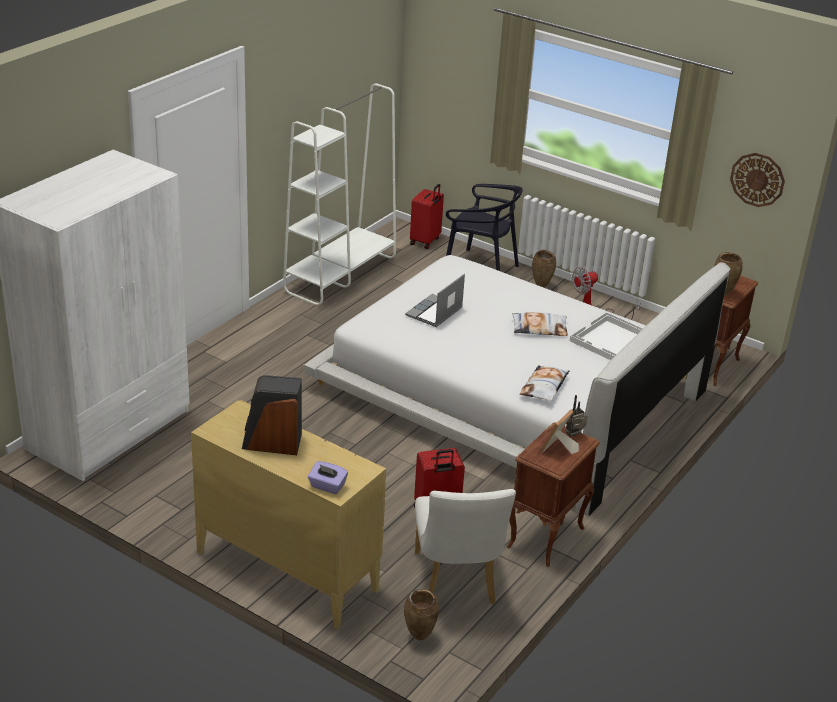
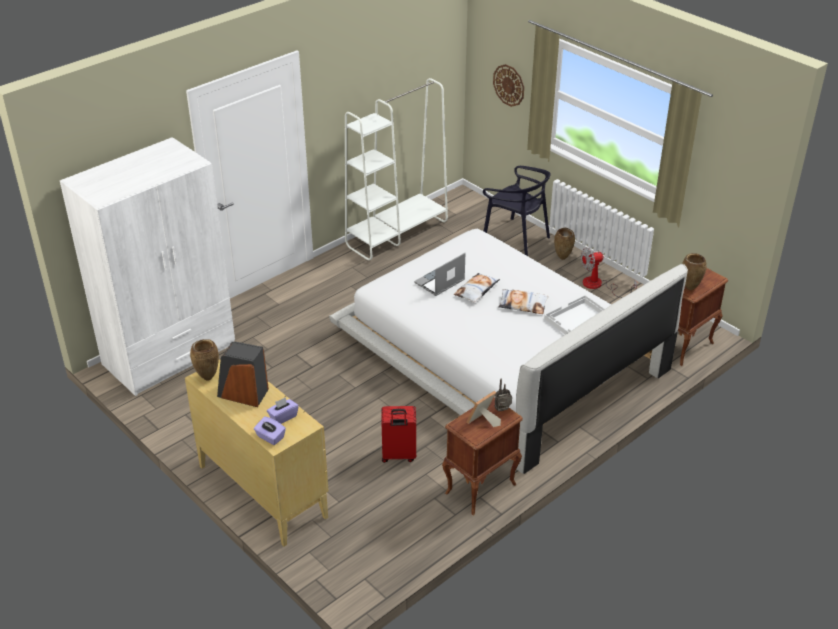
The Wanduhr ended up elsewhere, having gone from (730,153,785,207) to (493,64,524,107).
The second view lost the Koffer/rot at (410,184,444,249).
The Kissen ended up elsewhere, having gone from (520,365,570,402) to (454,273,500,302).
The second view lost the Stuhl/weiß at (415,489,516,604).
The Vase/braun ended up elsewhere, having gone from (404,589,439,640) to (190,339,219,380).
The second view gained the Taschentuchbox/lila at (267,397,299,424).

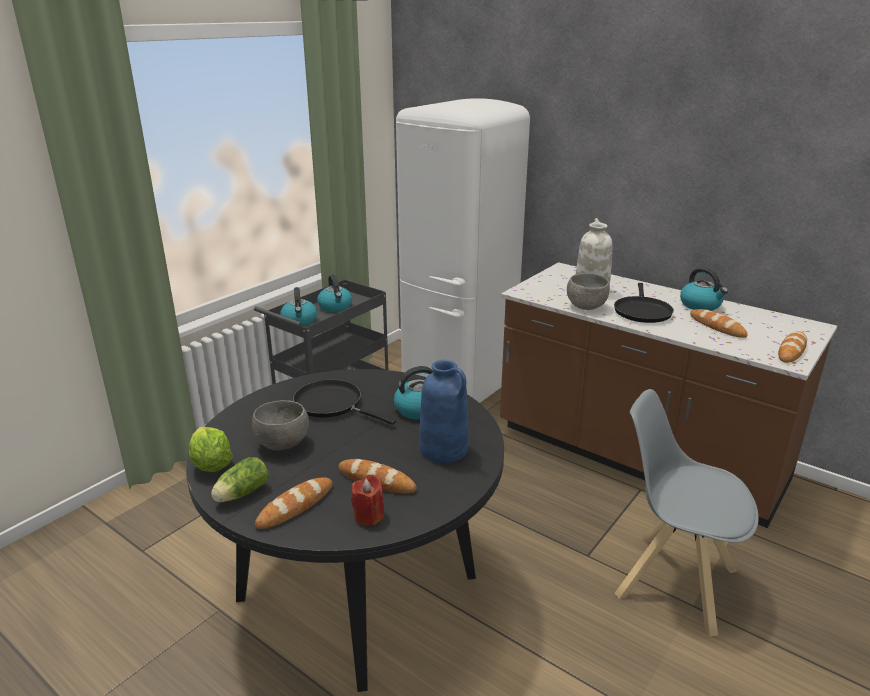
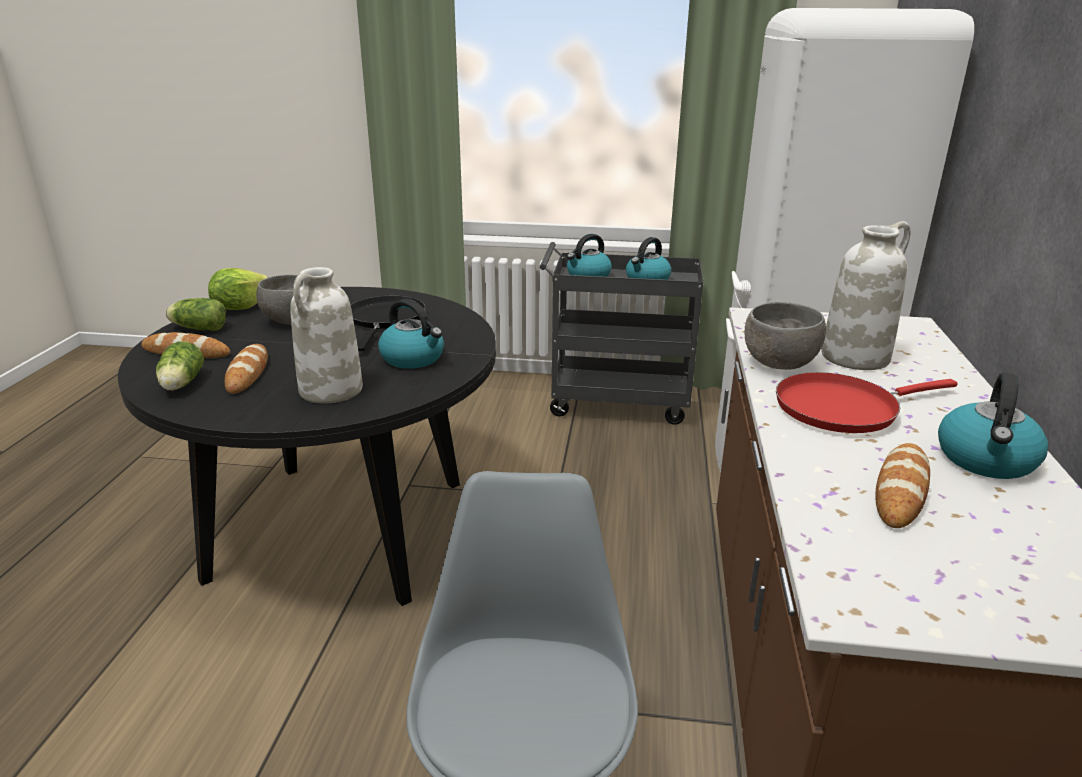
What was the Pfanne/schwarz at (614,283,674,323) turned into the Pfanne/rot at (776,372,957,433).
The second view lost the Brot at (778,331,807,363).
What was the Vase/blau at (420,360,468,463) turned into the Vase/weiß at (290,267,363,403).
Where the Kerze/rot stood at (351,474,384,526), the Salatkopf came to stand at (156,341,204,391).

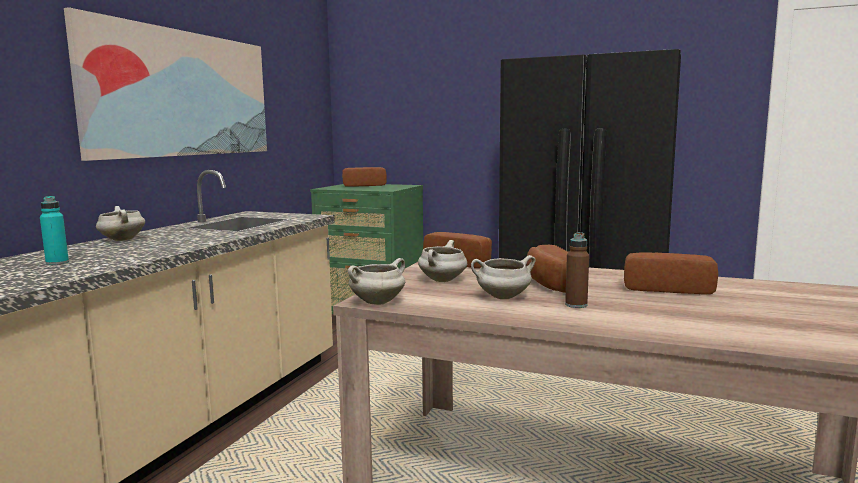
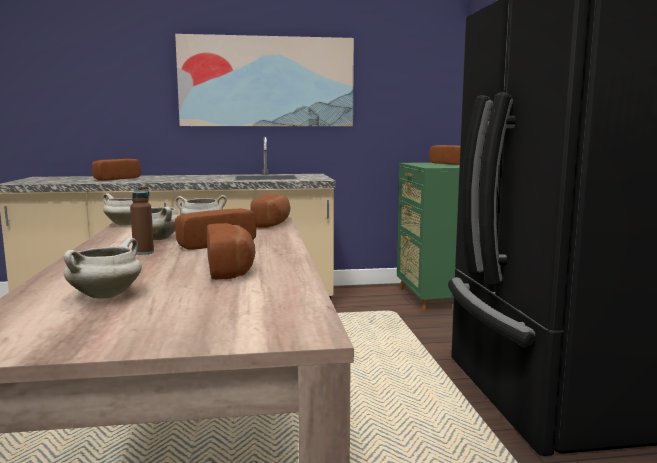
Where the Flasche/türkis stood at (40,196,69,265), the Brot came to stand at (92,159,141,181).
The Kochtopf/weiß ended up elsewhere, having gone from (96,206,145,241) to (64,238,142,299).

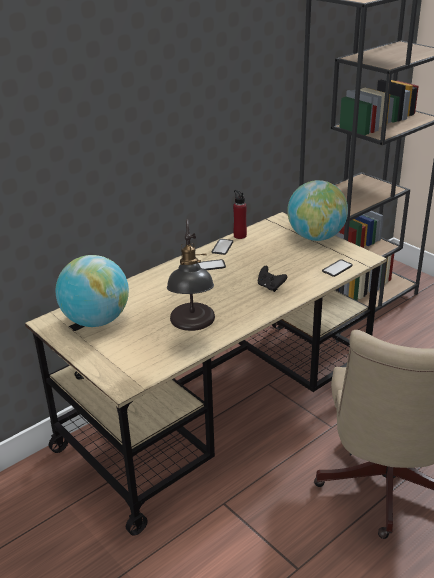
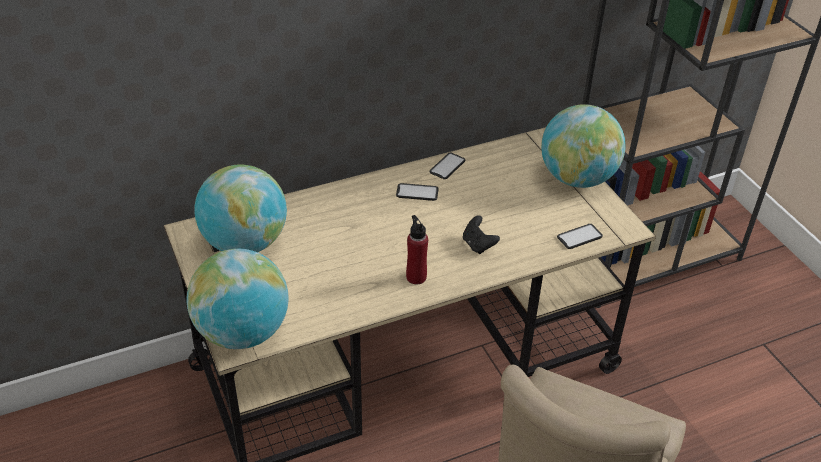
The Flasche/rot ended up elsewhere, having gone from (233,190,247,239) to (406,215,428,284).
The second view lost the Tischlampe/grau at (167,219,215,331).
The second view gained the Globus at (187,249,289,349).

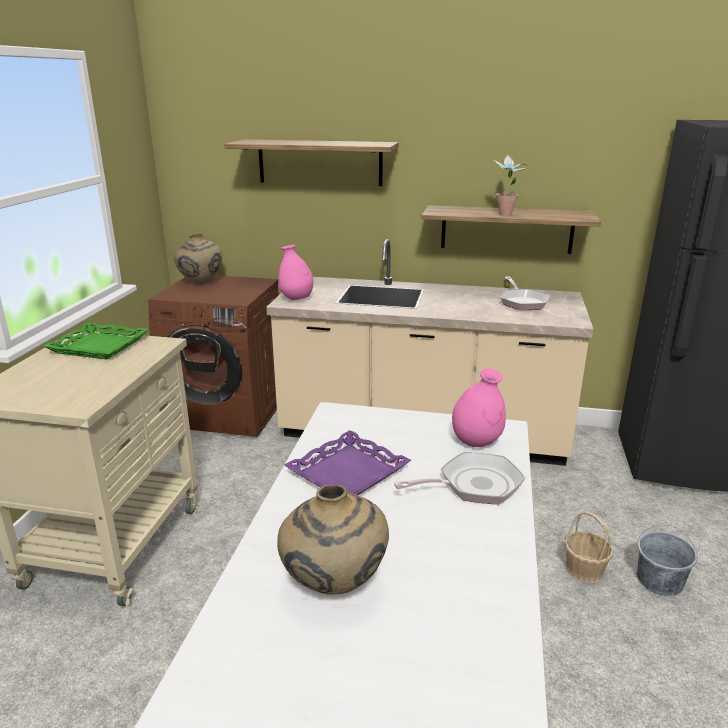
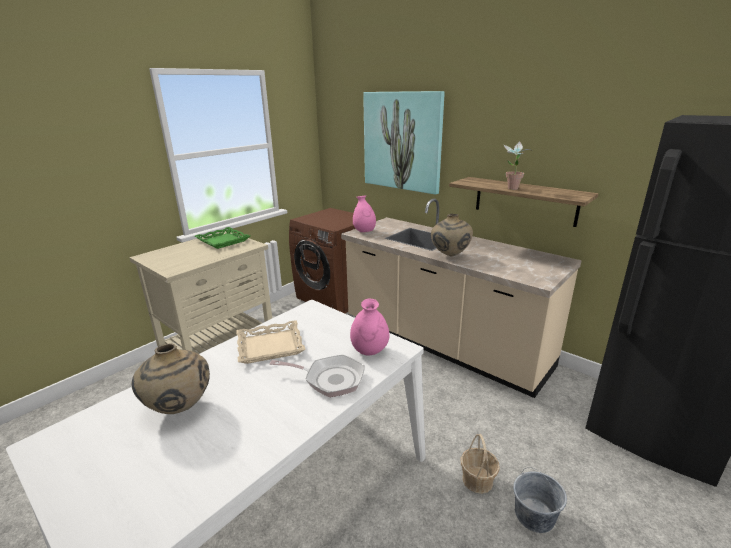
Where the Wandregal hung at (224,139,399,186), the Bild came to hang at (363,91,445,194).
The Vase/beige ended up elsewhere, having gone from (174,234,223,284) to (431,214,473,256).
The second view lost the Pfanne at (500,276,550,310).
What was the Tablett/lila at (284,430,411,495) turned into the Tablett/beige at (236,320,306,364).

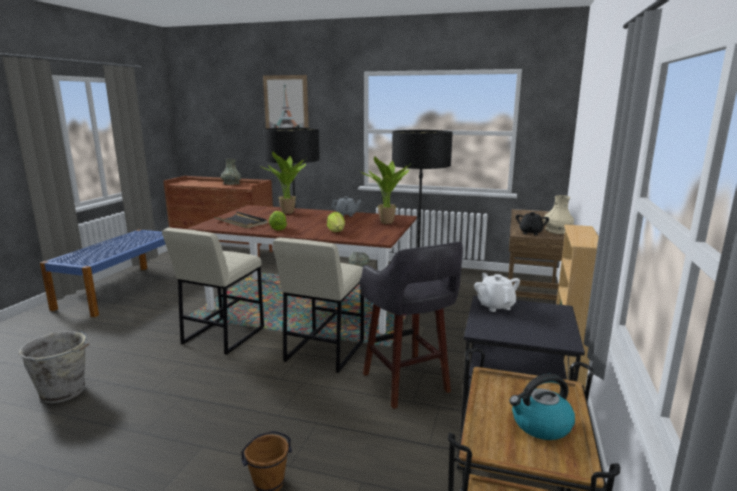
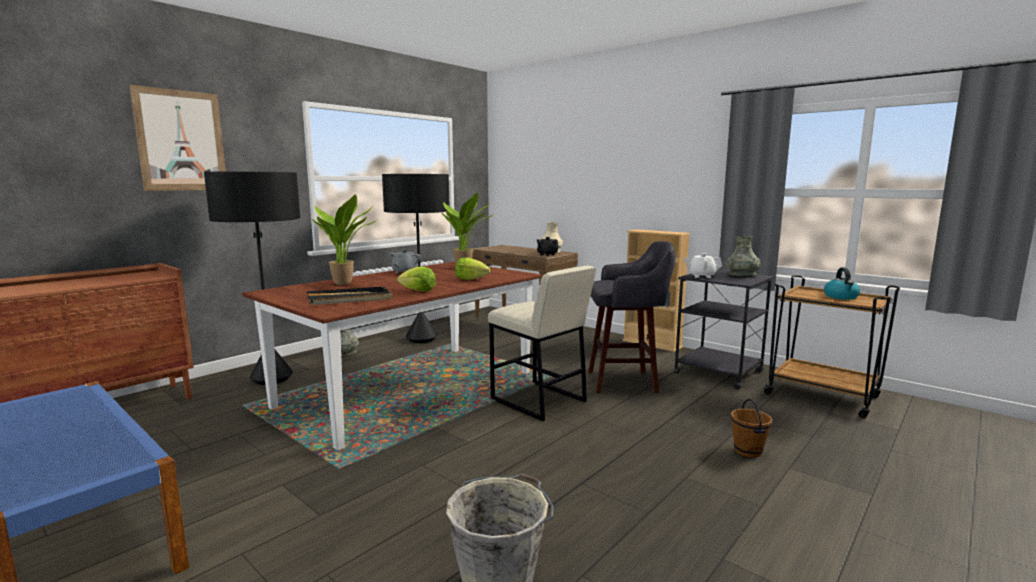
The Vase/grau ended up elsewhere, having gone from (221,159,241,185) to (726,236,761,276).
The second view lost the Stuhl/beige at (162,228,264,355).

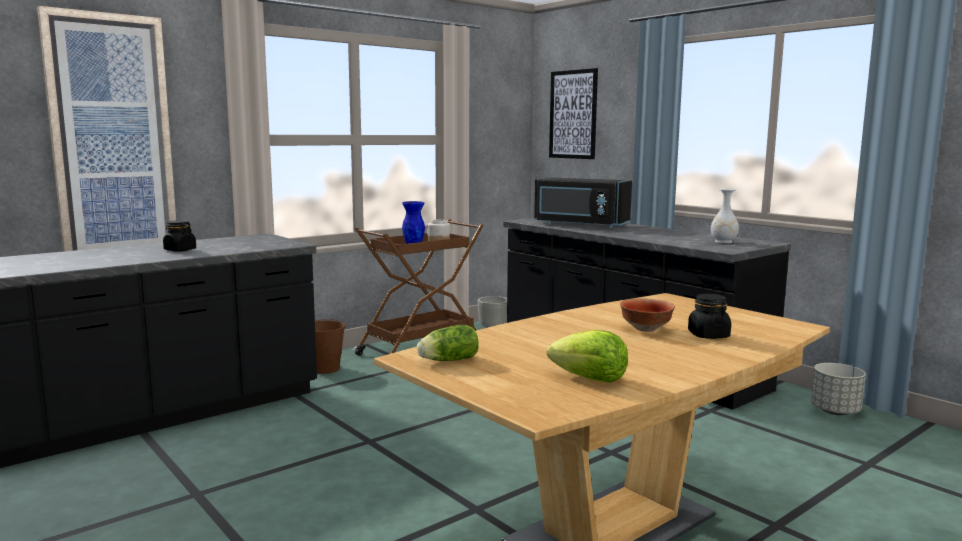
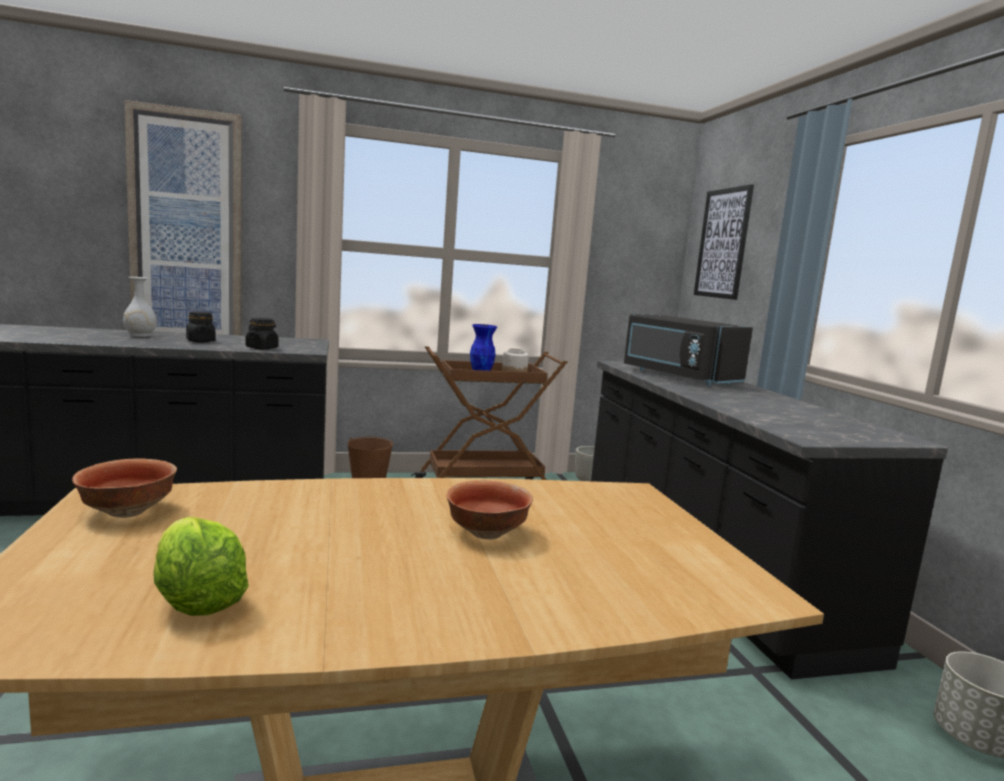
The Vase/weiß ended up elsewhere, having gone from (711,189,739,243) to (123,277,157,337).
The Vorratsglas/schwarz ended up elsewhere, having gone from (688,294,731,339) to (245,318,279,350).
Where the Salatkopf stood at (417,325,479,361), the Schüssel came to stand at (72,458,177,518).

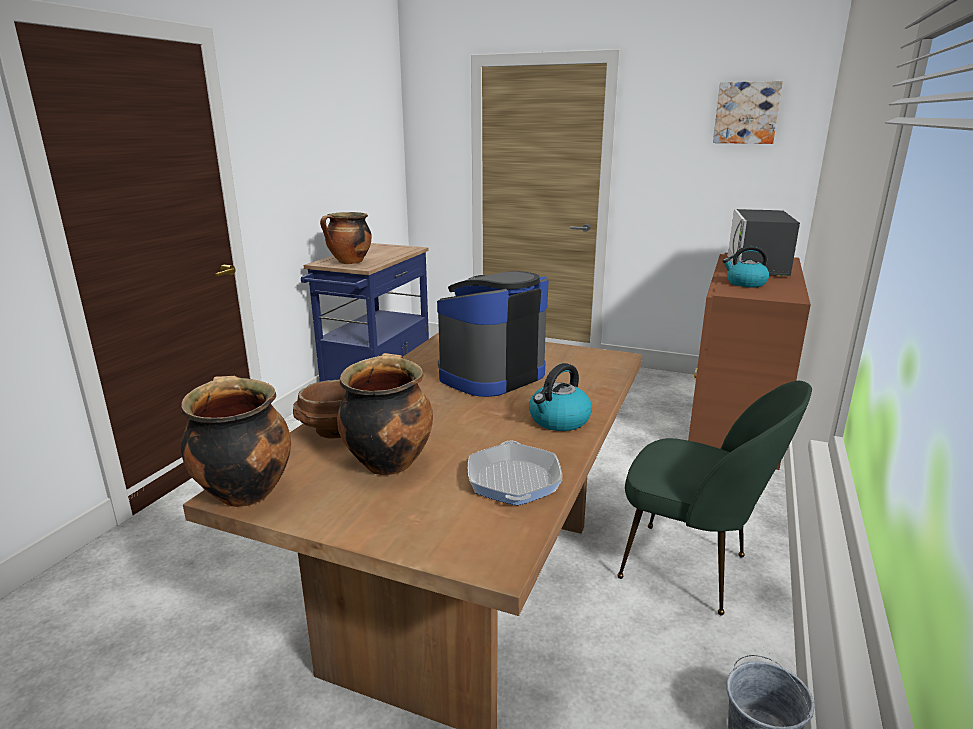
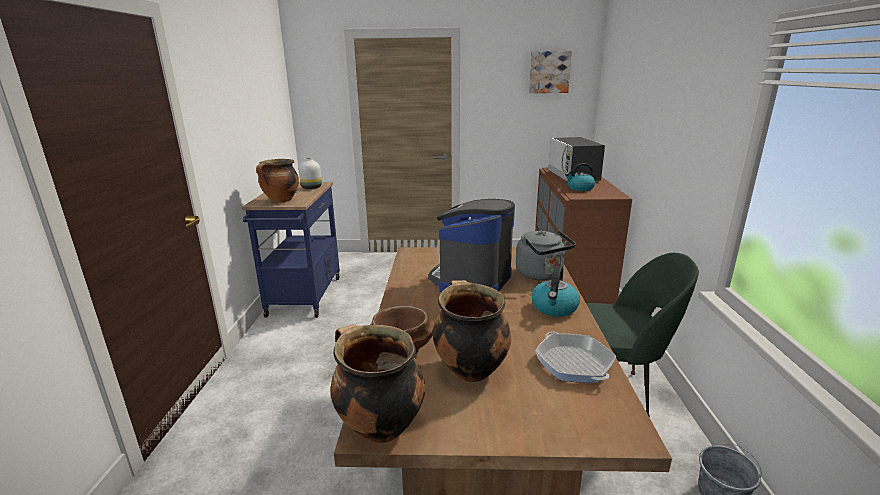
The second view gained the Vase/weiß at (299,158,322,189).
The second view gained the Wasserkessel/grau at (516,230,576,281).

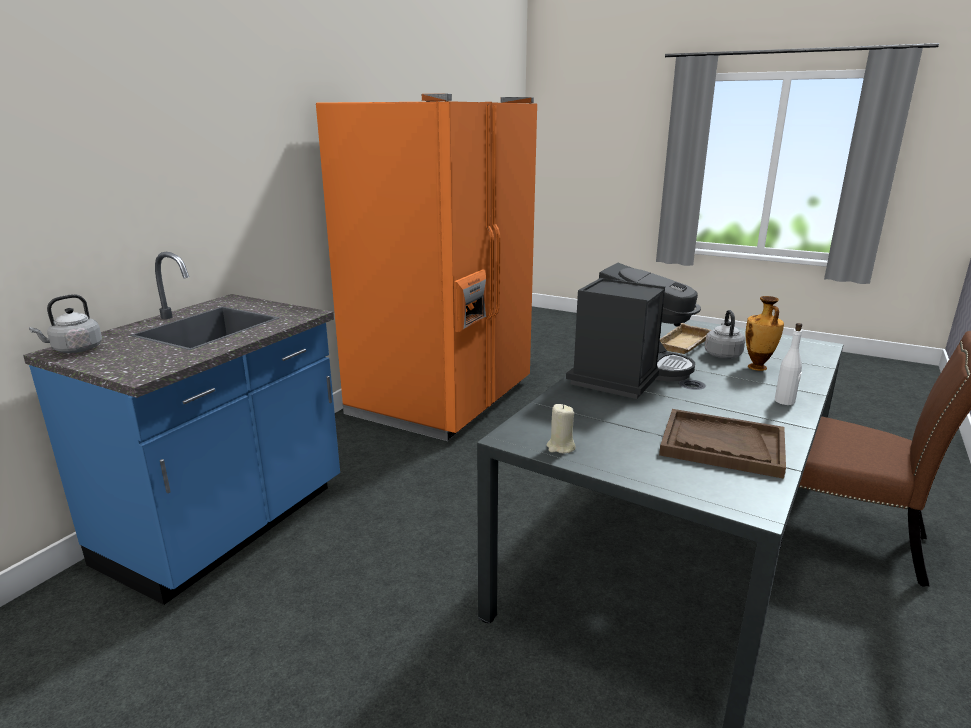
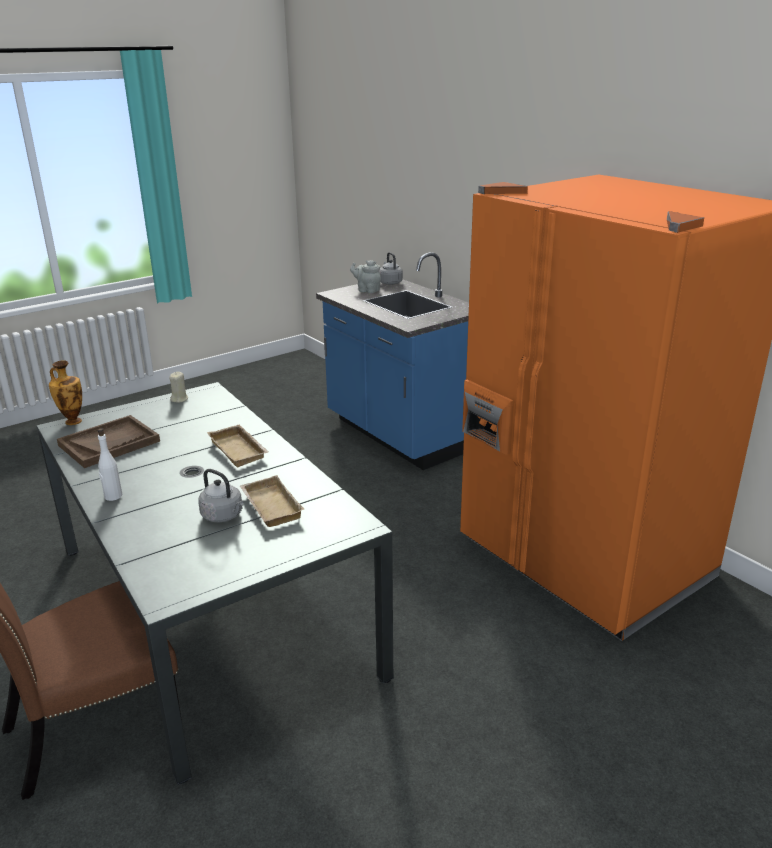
Where the Kaffeemaschine stood at (566,263,701,399), the Tablett/beige came to stand at (207,425,269,467).
The Vase ended up elsewhere, having gone from (746,296,784,371) to (49,360,82,425).
The second view gained the Teekanne/grau at (350,260,381,293).

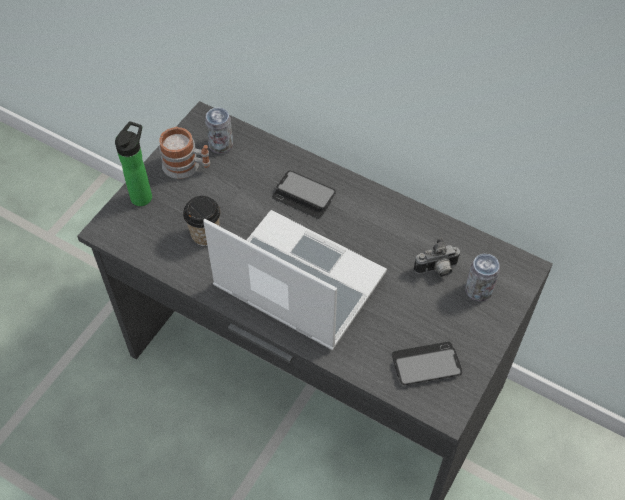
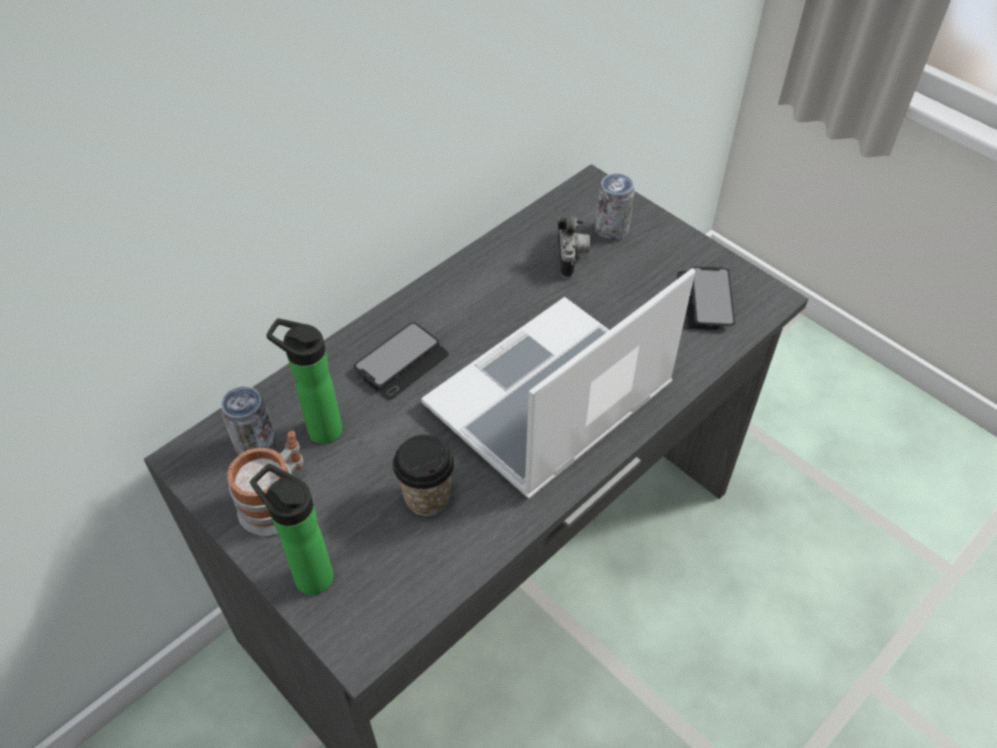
The second view gained the Flasche at (266,318,342,444).

